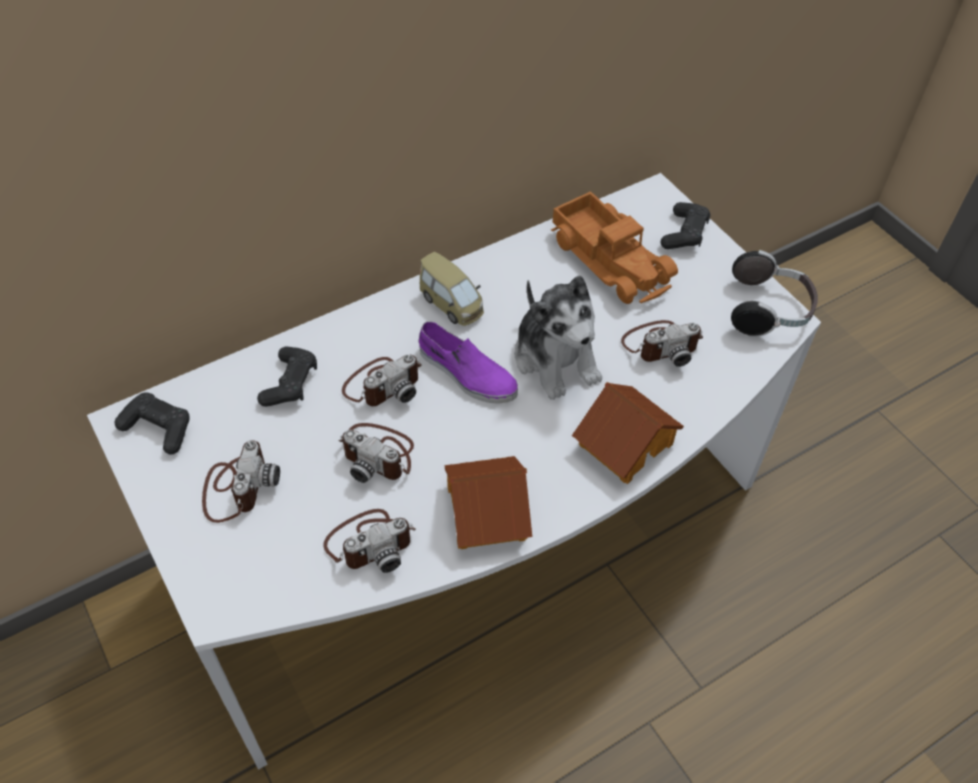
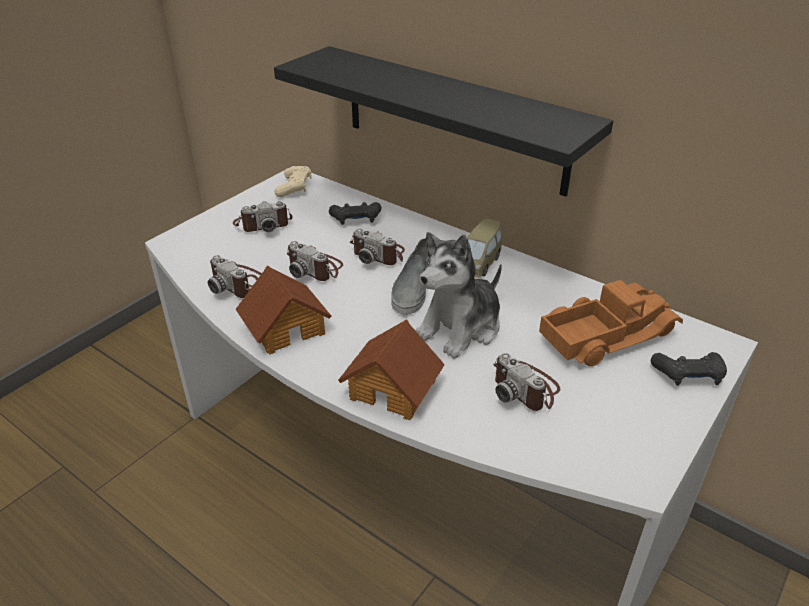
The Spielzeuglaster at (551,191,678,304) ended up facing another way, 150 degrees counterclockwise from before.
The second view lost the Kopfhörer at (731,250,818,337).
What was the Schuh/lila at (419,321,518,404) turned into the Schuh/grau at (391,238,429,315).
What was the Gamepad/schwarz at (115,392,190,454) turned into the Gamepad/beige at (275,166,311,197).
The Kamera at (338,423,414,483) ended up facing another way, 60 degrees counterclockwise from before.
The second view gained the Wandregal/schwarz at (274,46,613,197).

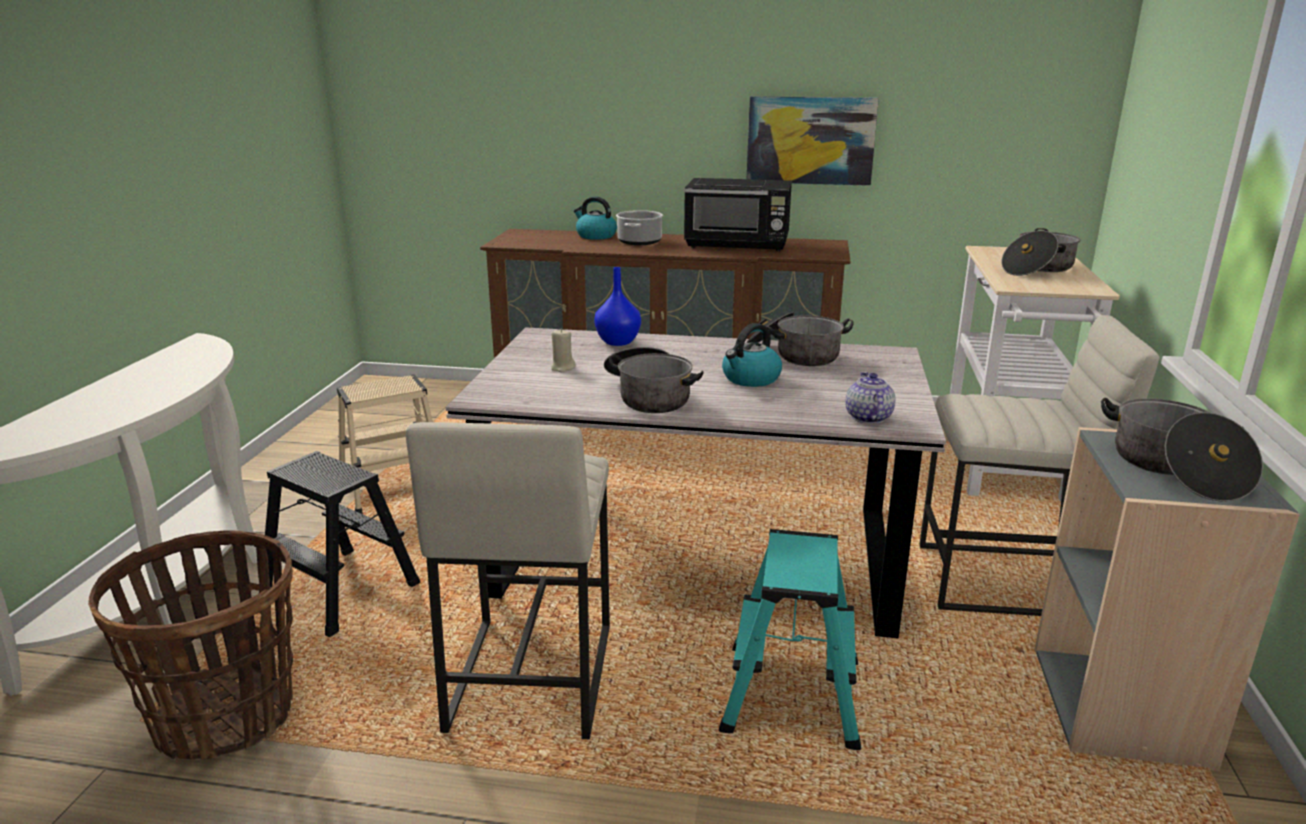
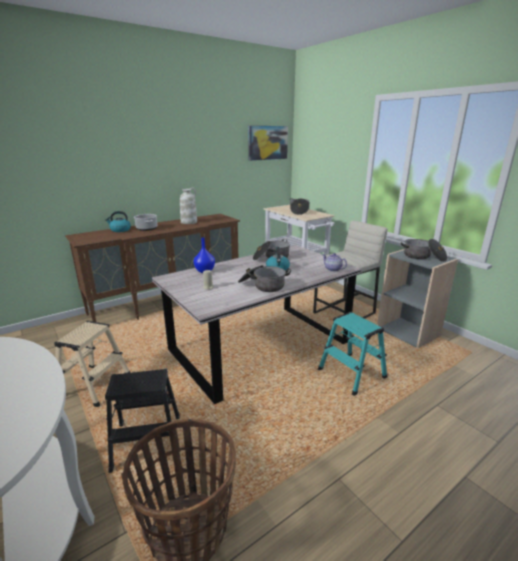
The Bild ended up elsewhere, having gone from (747,96,879,186) to (248,126,288,161).
Where the Mikrowelle/schwarz stood at (684,178,792,251), the Vase/weiß came to stand at (180,188,197,224).
The second view lost the Hocker/beige at (406,422,610,739).

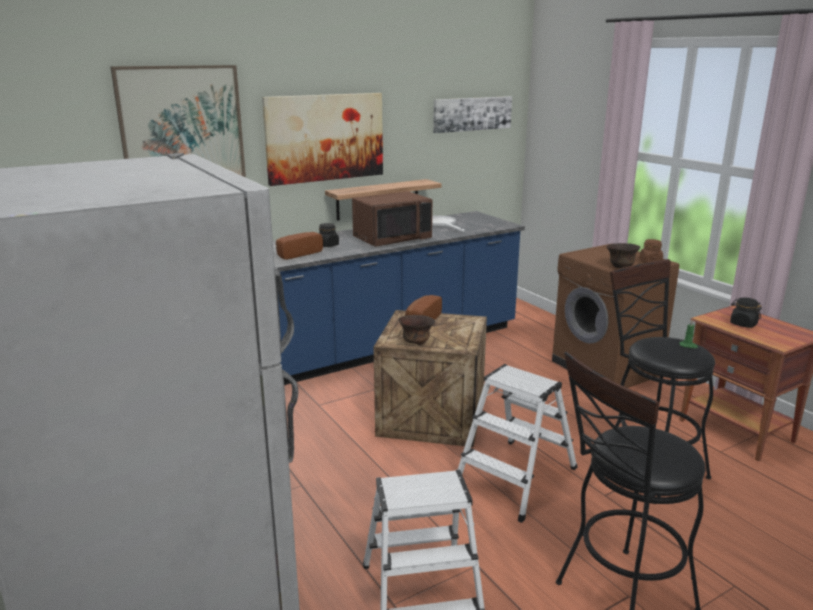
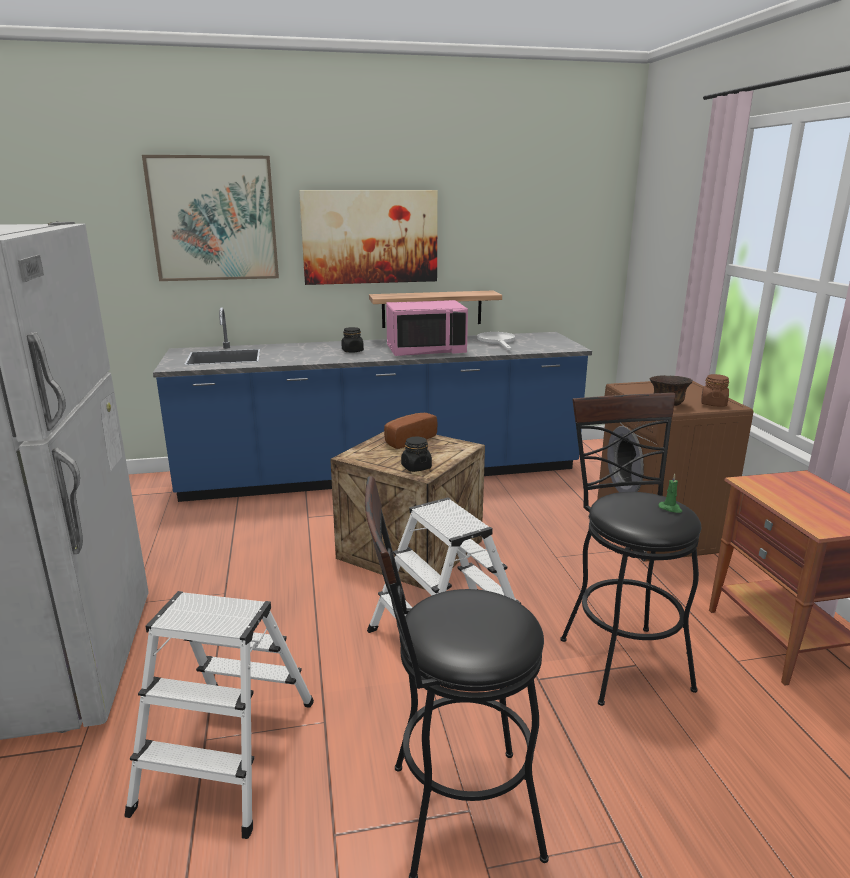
The second view lost the Bild at (433,96,512,133).
What was the Mikrowelle/braun at (352,191,432,247) turned into the Mikrowelle/rosa at (386,300,468,356).
The second view lost the Brot at (276,232,323,259).
The Vorratsglas/schwarz ended up elsewhere, having gone from (730,298,762,328) to (401,437,432,472).
The second view lost the Schüssel/braun at (399,315,435,345).

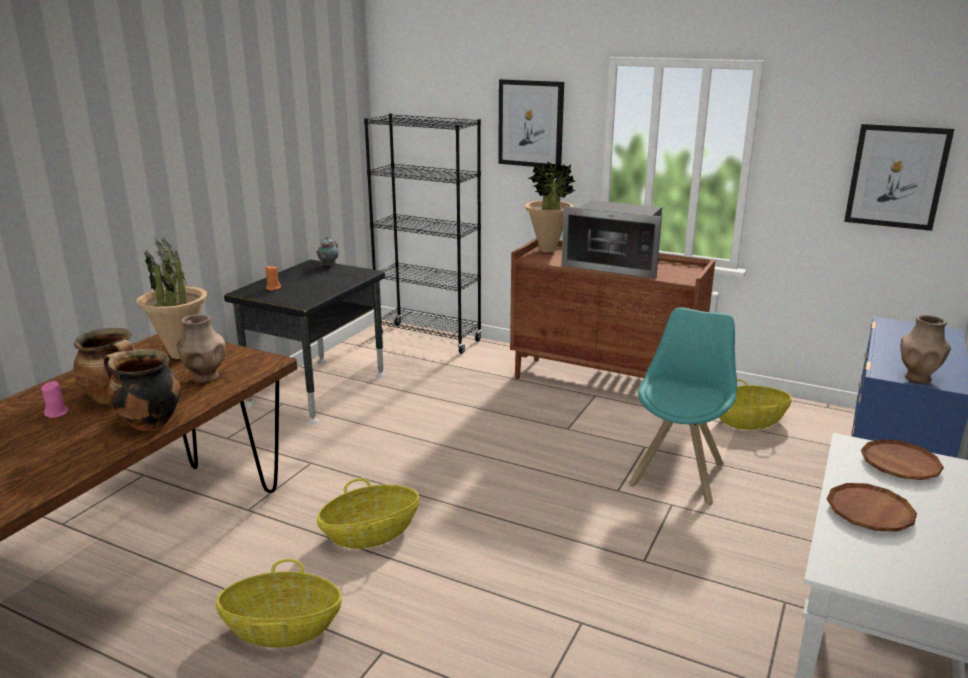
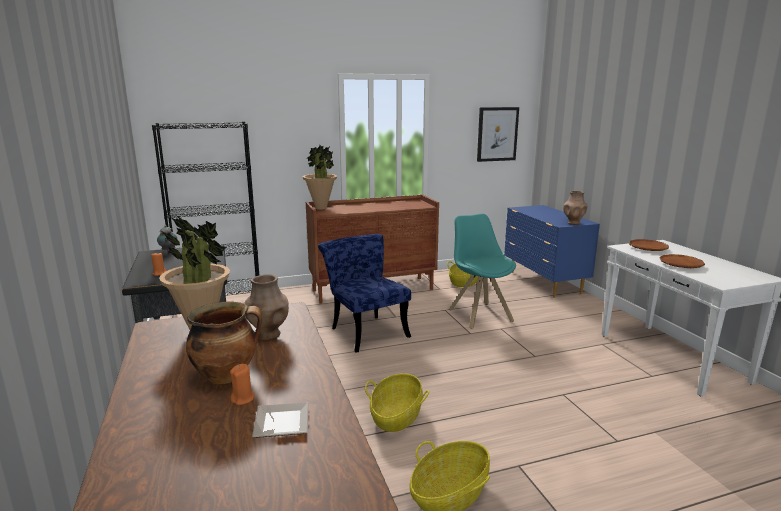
The second view lost the Bild at (498,79,564,167).
The second view lost the Mikrowelle at (561,200,662,279).
The second view lost the Kochtopf at (104,349,180,430).
The second view lost the Kerze/rosa at (41,381,69,418).
The second view gained the Stuhl/blau at (318,234,411,353).
The second view gained the Kerze/orange at (230,364,255,405).
The second view gained the Teller at (252,402,309,438).

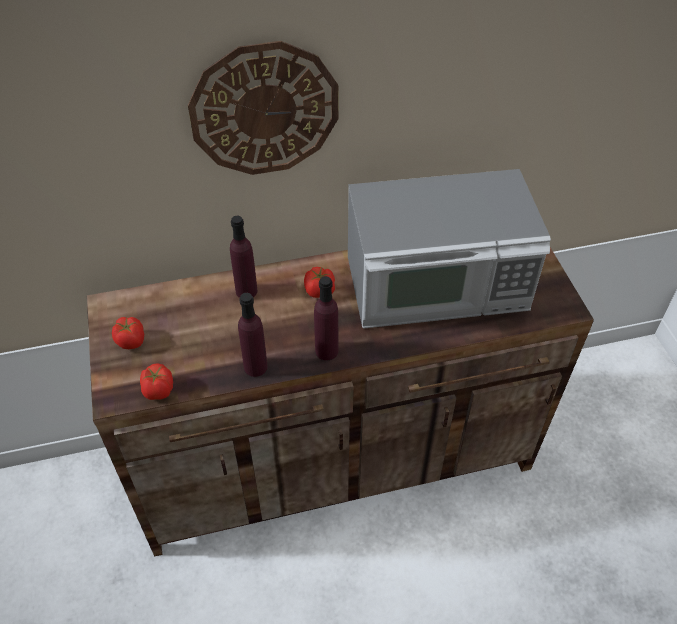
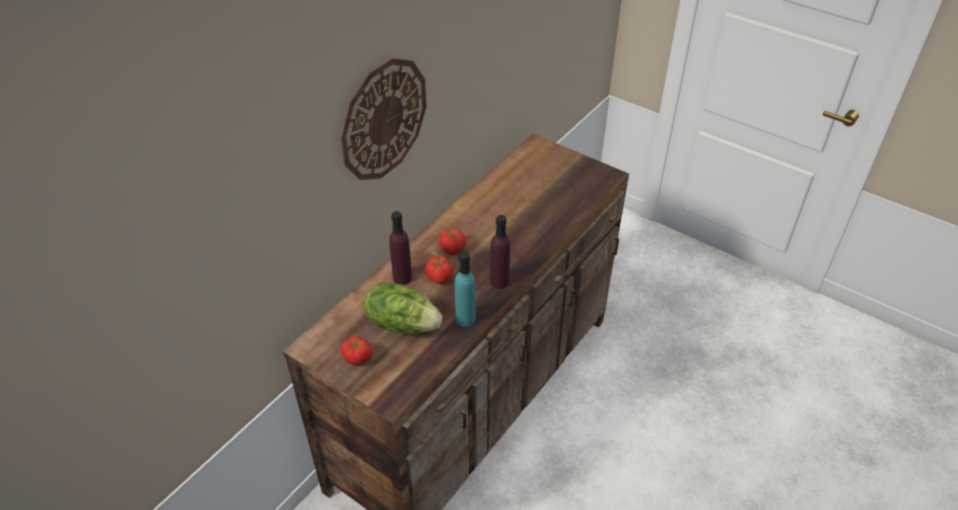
The second view lost the Mikrowelle at (348,169,551,328).
What was the Flasche/lila at (238,293,268,377) turned into the Flasche/türkis at (455,252,475,327).
The Tomate ended up elsewhere, having gone from (140,363,173,400) to (425,256,454,284).
The second view gained the Salatkopf at (364,283,443,334).

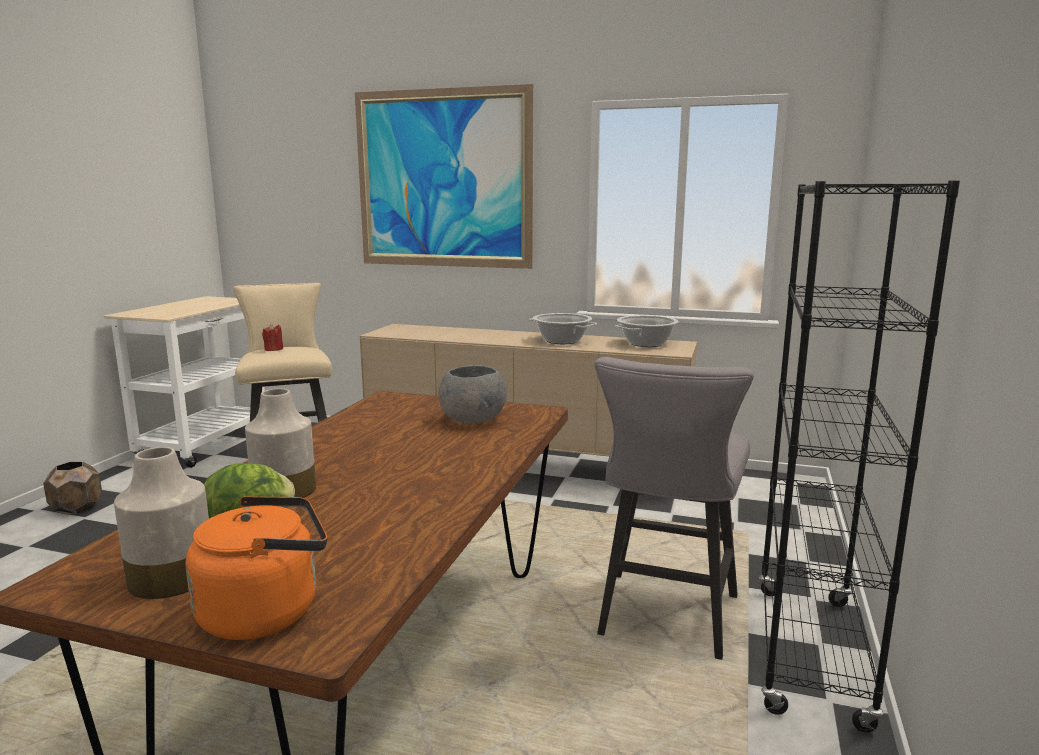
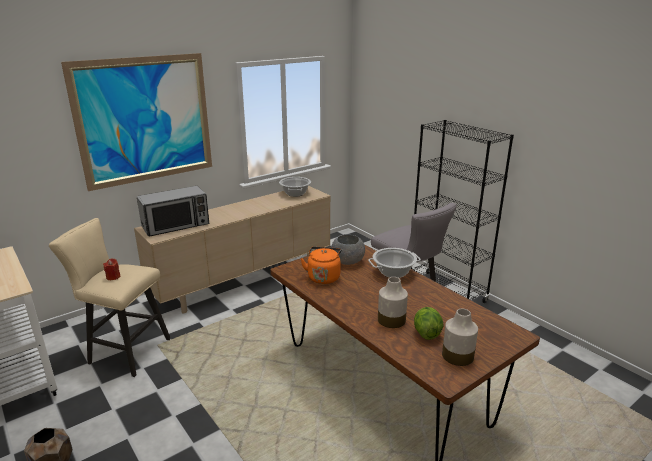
The Kochtopf ended up elsewhere, having gone from (529,313,597,344) to (368,248,421,278).
The Wasserkessel/orange ended up elsewhere, having gone from (186,496,327,640) to (301,247,342,284).
The second view gained the Mikrowelle at (137,186,209,237).

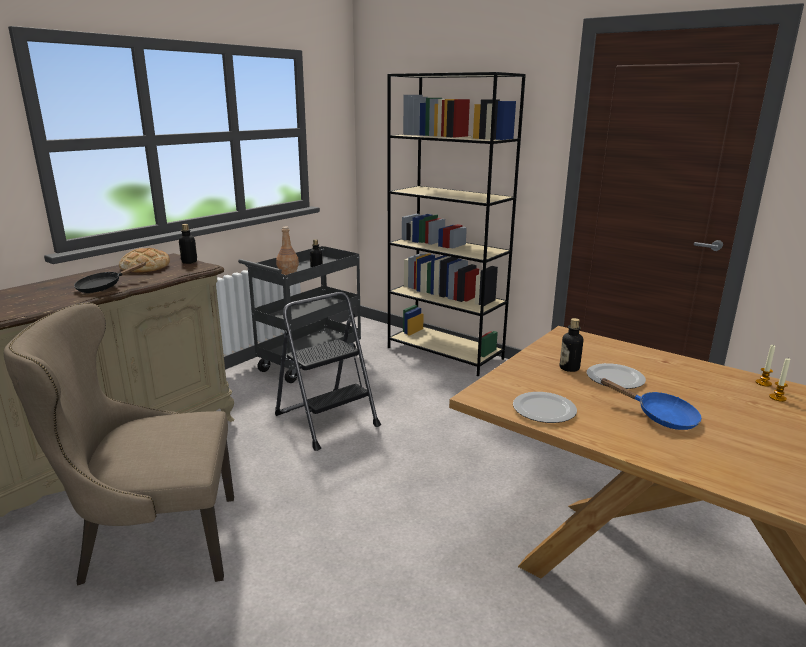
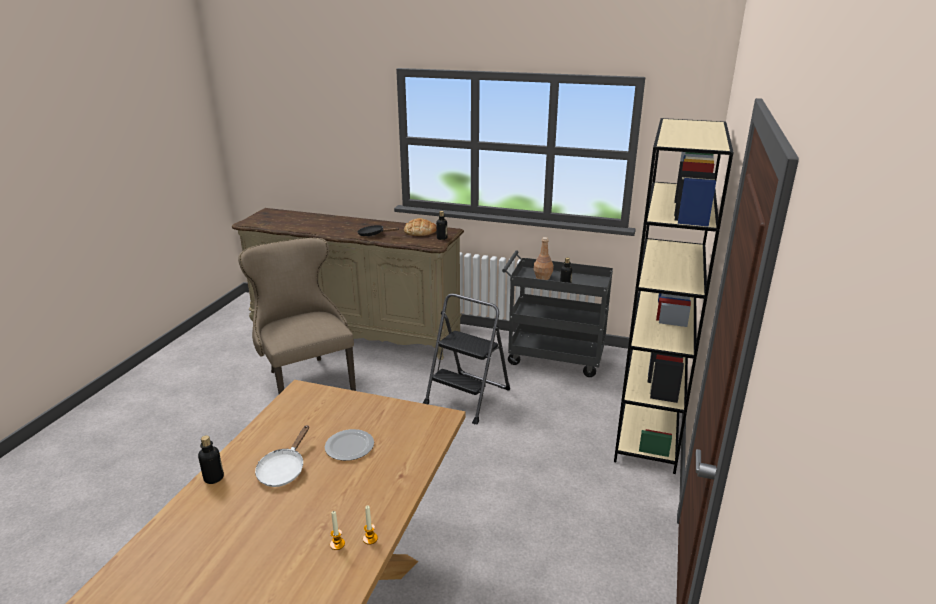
The Flasche ended up elsewhere, having gone from (559,318,583,372) to (198,435,224,484).
What was the Pfanne/blau at (600,378,702,430) turned into the Pfanne/weiß at (255,425,309,487).
The second view lost the Teller at (513,392,577,423).

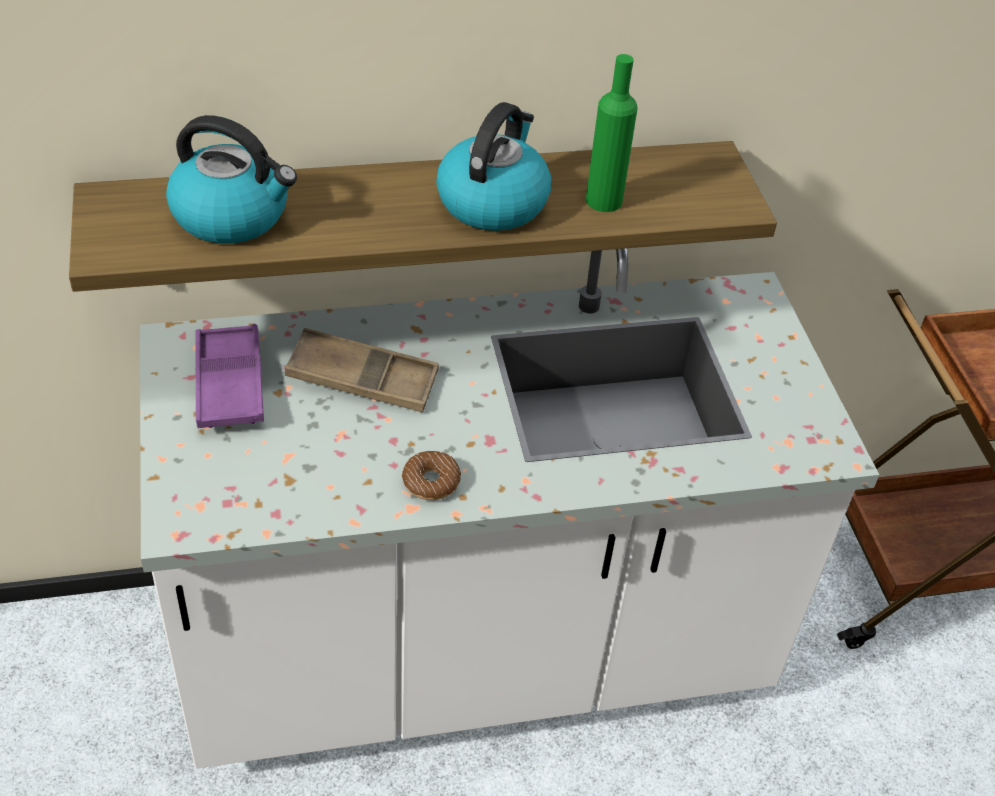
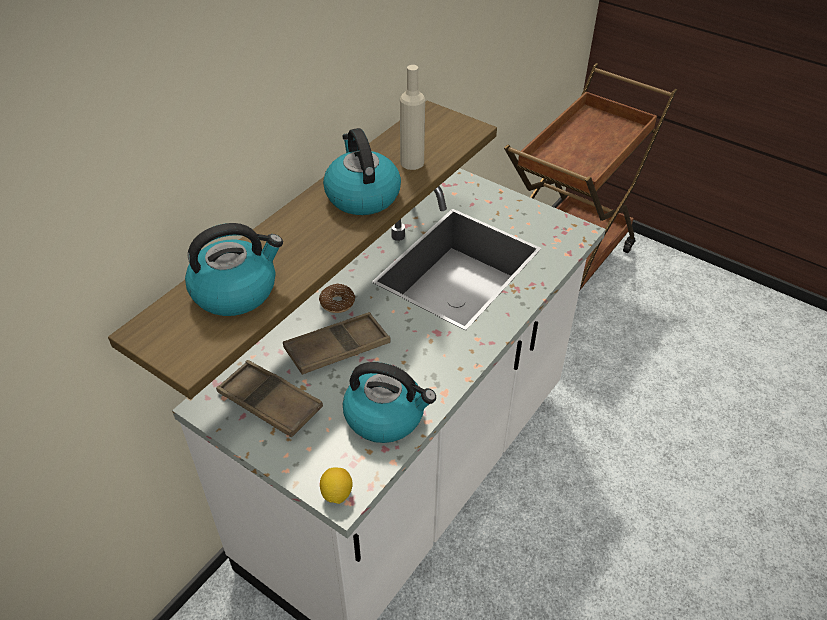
What was the Flasche/grün at (586,54,637,212) turned into the Flasche/beige at (400,65,425,170).
What was the Tablett/lila at (195,324,264,428) turned into the Tablett/braun at (216,360,323,438).
The Donut ended up elsewhere, having gone from (402,451,461,500) to (319,283,355,313).
The second view gained the Wasserkessel at (343,362,436,443).
The second view gained the Zitrone at (320,467,353,504).

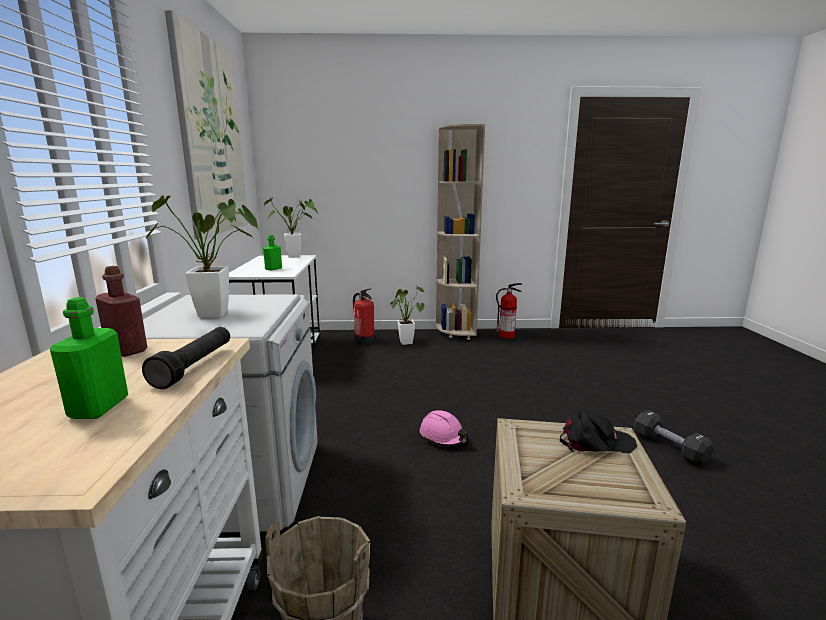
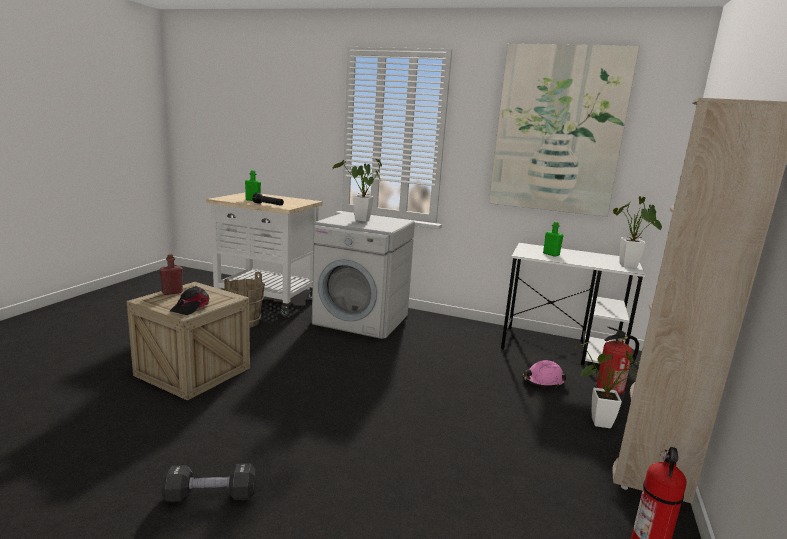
The Flasche/rot ended up elsewhere, having gone from (95,266,148,357) to (159,254,183,295).
The Schutzhelm/rosa ended up elsewhere, having gone from (420,410,469,446) to (522,360,566,388).

